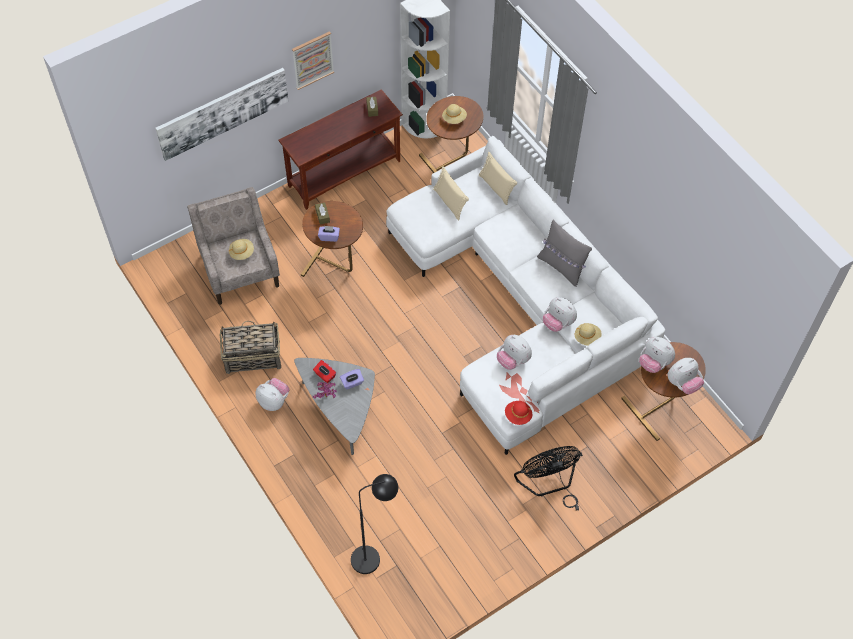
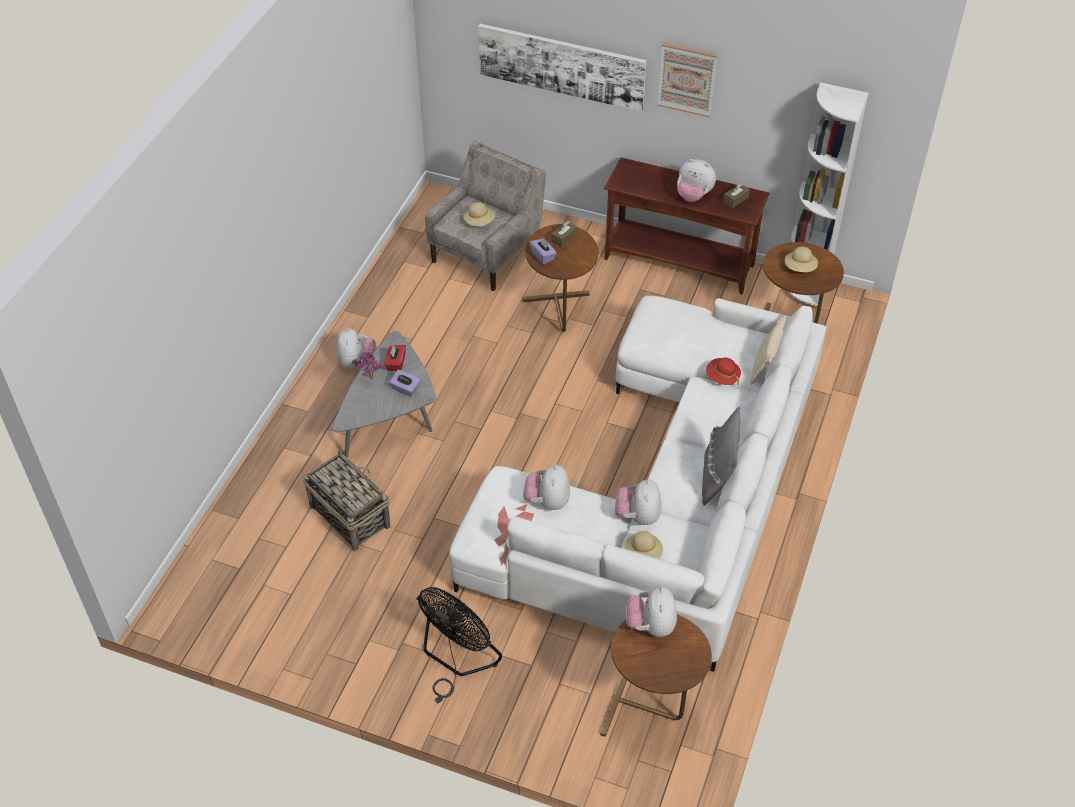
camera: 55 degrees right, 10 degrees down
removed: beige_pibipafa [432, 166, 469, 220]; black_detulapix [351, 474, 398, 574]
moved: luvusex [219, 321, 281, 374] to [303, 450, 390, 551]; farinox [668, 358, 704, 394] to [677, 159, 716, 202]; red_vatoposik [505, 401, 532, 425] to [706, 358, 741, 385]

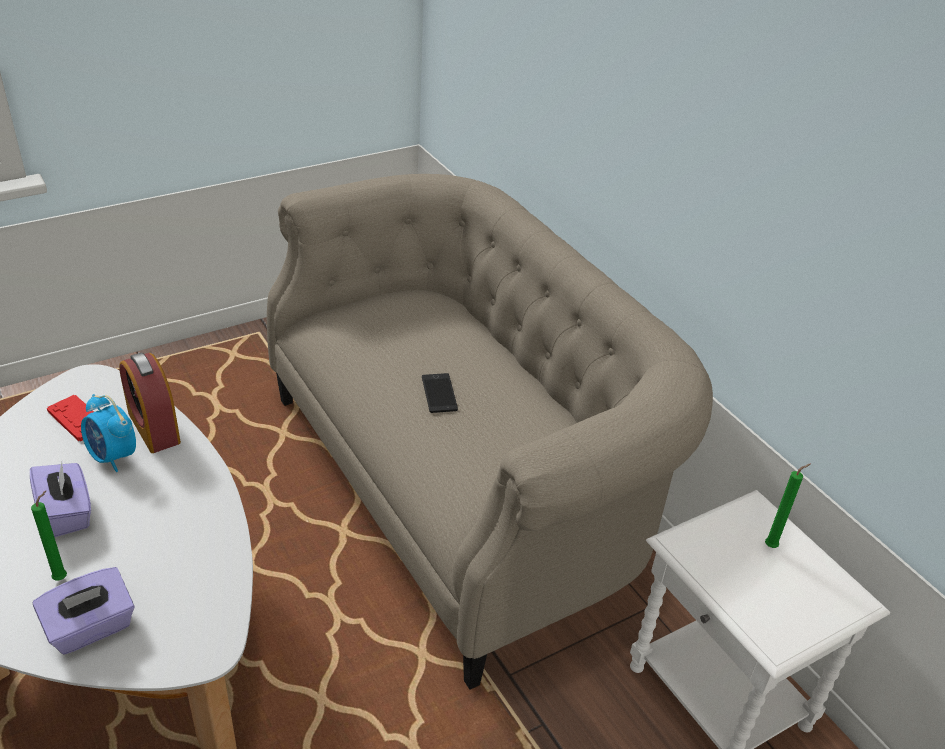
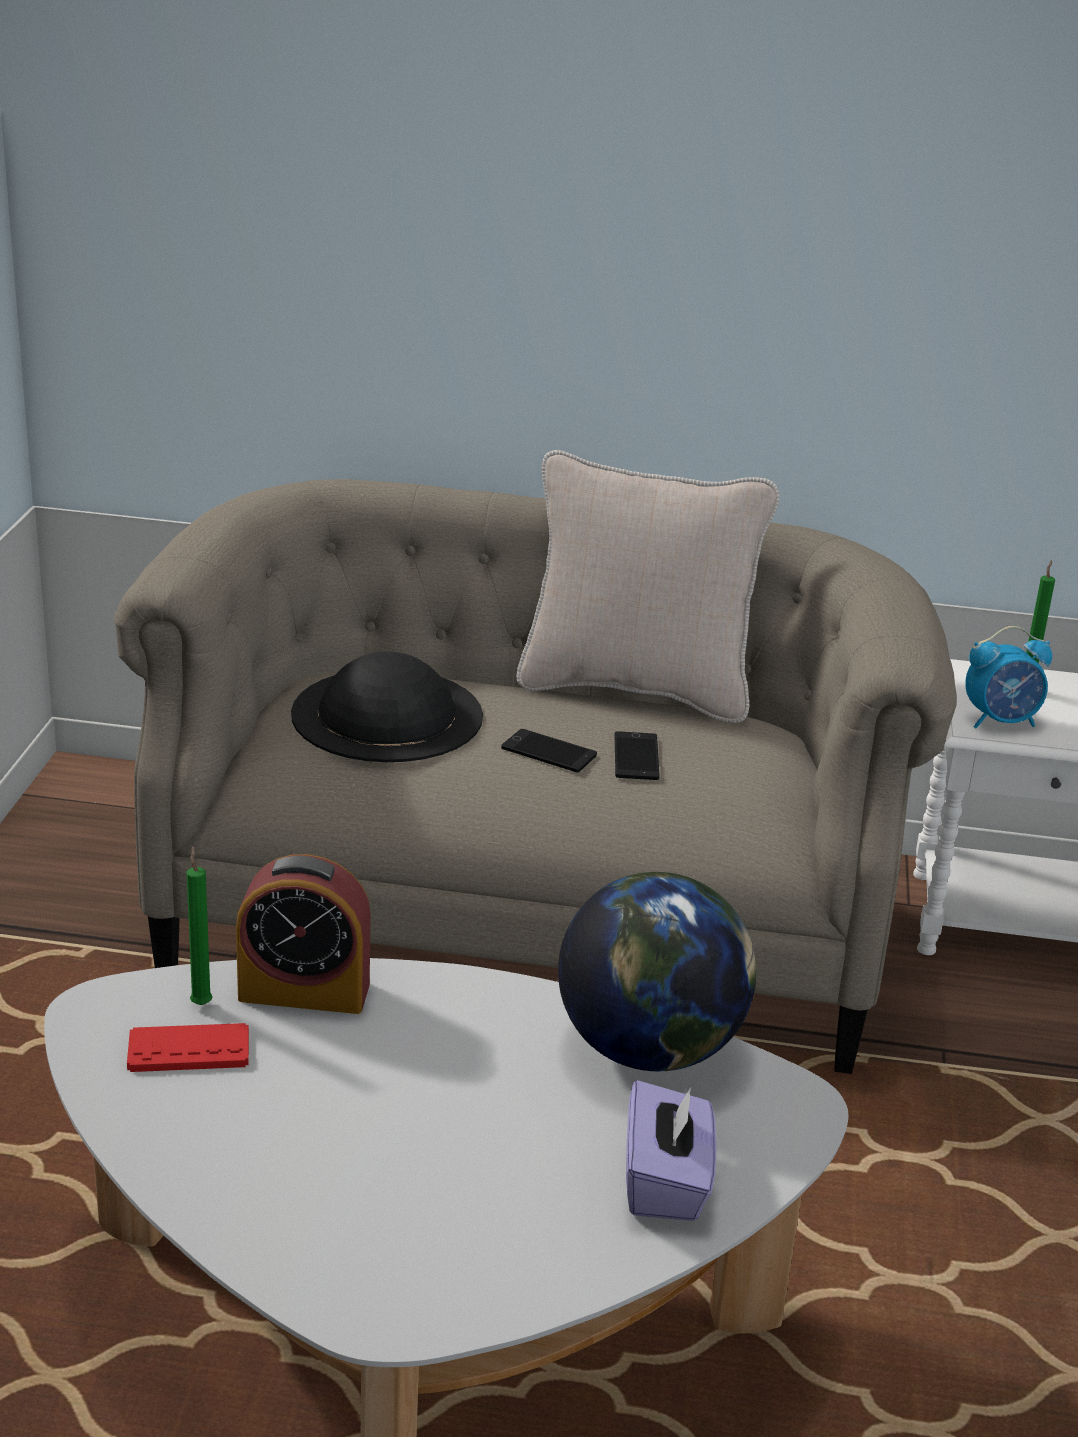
camera: 50 degrees left, 10 degrees down
removed: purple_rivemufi [30, 462, 91, 537]
added: beige_pibipafa [517, 450, 780, 723]; black_vatoposik [291, 651, 483, 762]; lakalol [615, 731, 660, 780]; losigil [558, 872, 756, 1071]
moved: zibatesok [81, 394, 136, 472] to [966, 626, 1052, 729]; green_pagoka [31, 490, 67, 581] to [187, 846, 213, 1005]

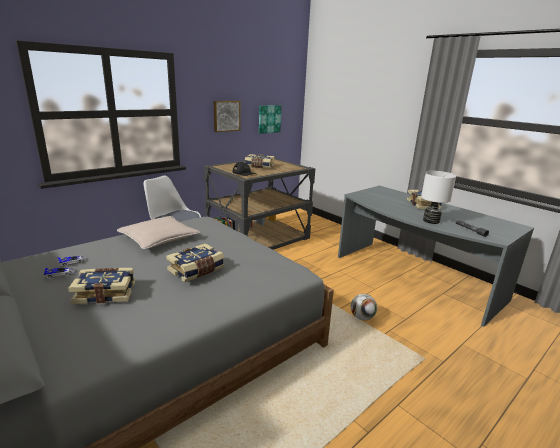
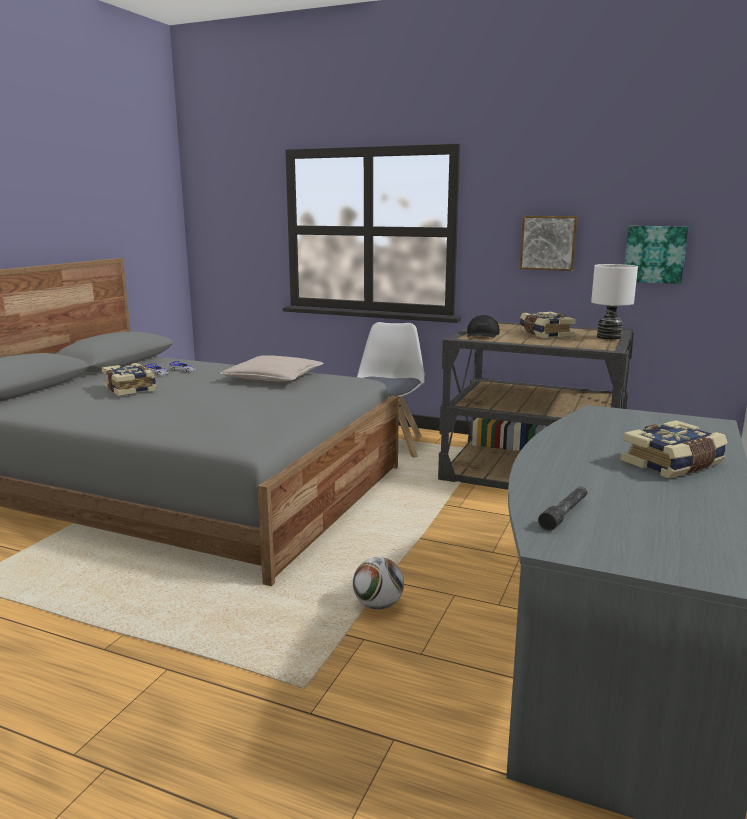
camera: 65 degrees right, 5 degrees down
removed: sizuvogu [166, 243, 224, 282]
moved: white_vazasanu [421, 171, 456, 224] to [591, 264, 638, 339]

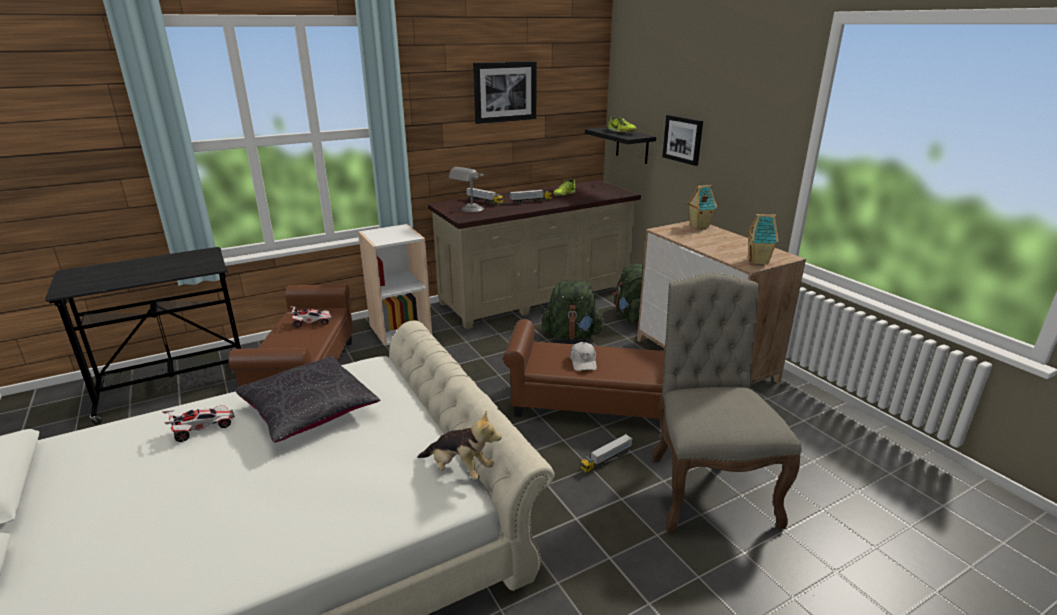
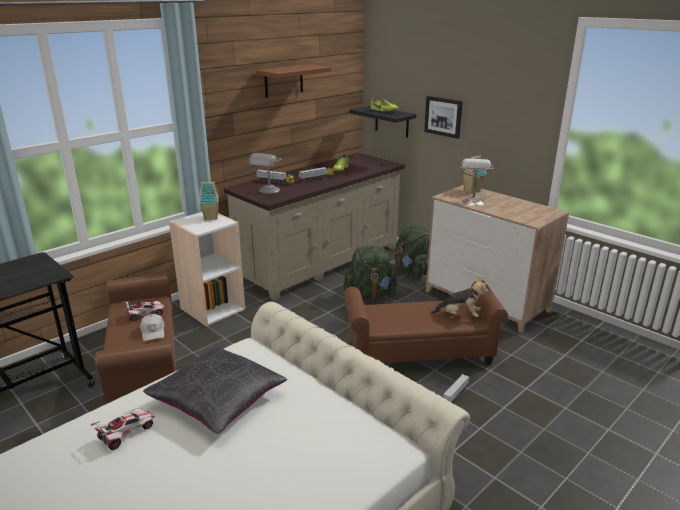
camera: 15 degrees left, 0 degrees up
removed: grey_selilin [653, 273, 802, 534]
added: white_vazasanu [460, 159, 494, 206]
moved: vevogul [747, 214, 779, 265] to [199, 182, 220, 220]; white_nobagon [570, 342, 597, 371] to [140, 314, 165, 341]; farinox [417, 411, 501, 480] to [431, 277, 488, 317]
replaced: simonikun [473, 61, 537, 124] to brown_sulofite [256, 64, 331, 98]

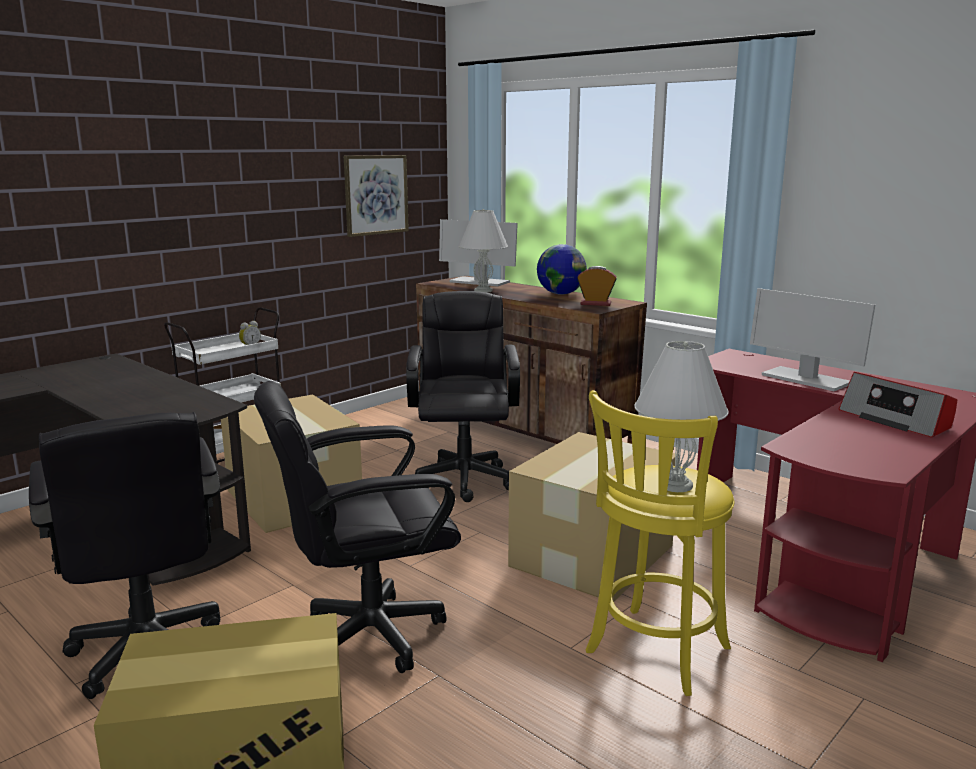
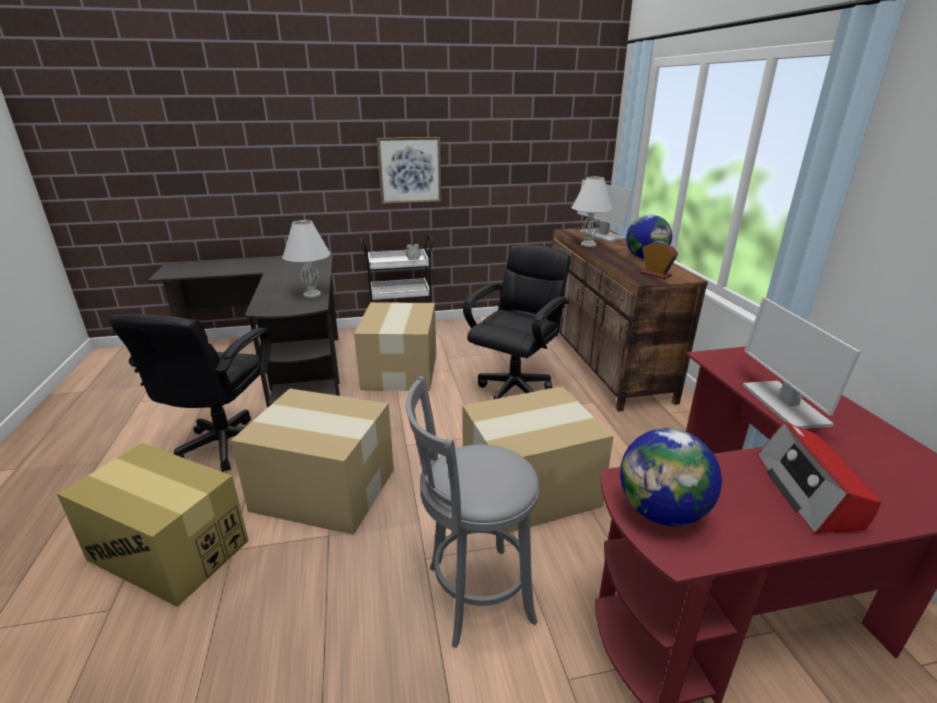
camera: 35 degrees right, 10 degrees up
added: losigil [620, 428, 722, 526]
moved: simonikun [344, 155, 409, 237] to [377, 137, 442, 204]; white_vazasanu [634, 341, 729, 492] to [282, 220, 330, 298]
replaced: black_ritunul [254, 381, 461, 673] to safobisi [230, 388, 394, 535]
recoloured: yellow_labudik [586, 390, 734, 696] to grey_labudik [406, 376, 539, 648]

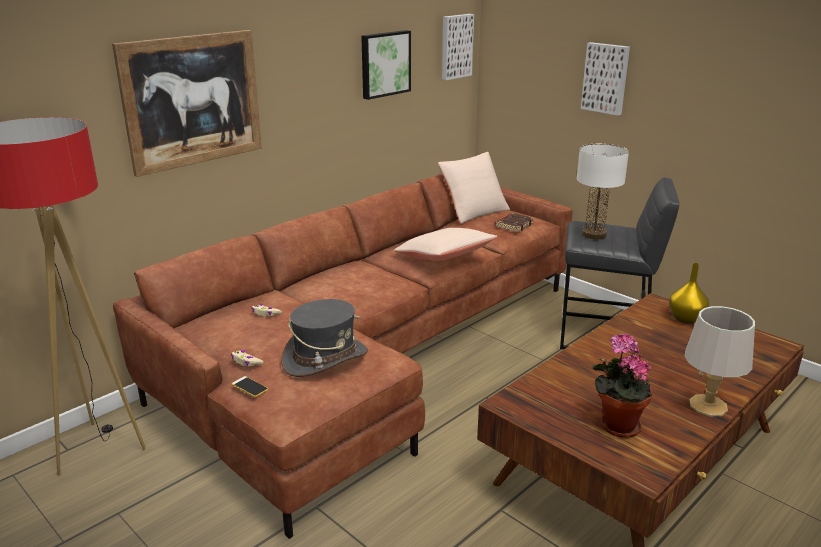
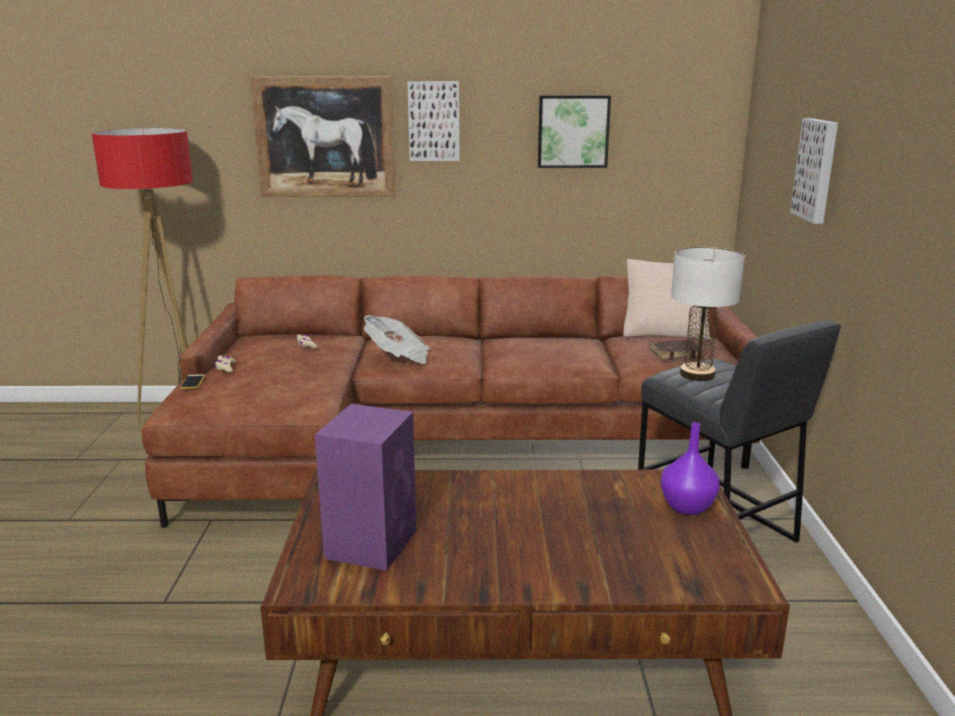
camera: 45 degrees right, 5 degrees down
removed: beige_pibipafa [394, 228, 497, 261]; grey_vatoposik [281, 299, 368, 377]; grey_vazasanu [684, 306, 755, 416]
added: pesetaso [364, 315, 429, 364]
moved: simonikun [442, 14, 474, 80] to [407, 81, 460, 161]
replaced: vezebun [593, 334, 652, 438] to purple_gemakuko [315, 404, 417, 571]
recoloured: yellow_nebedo [669, 263, 709, 324] to purple_nebedo [661, 422, 720, 515]

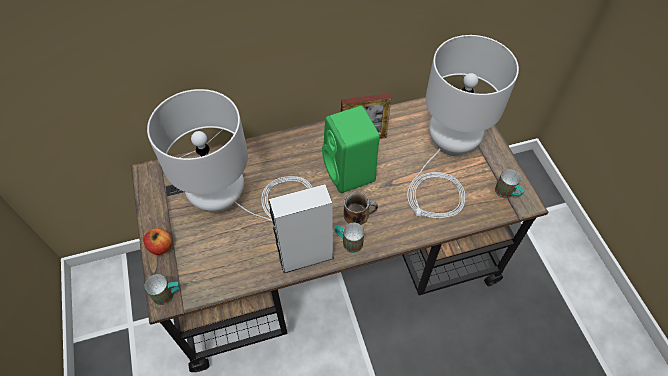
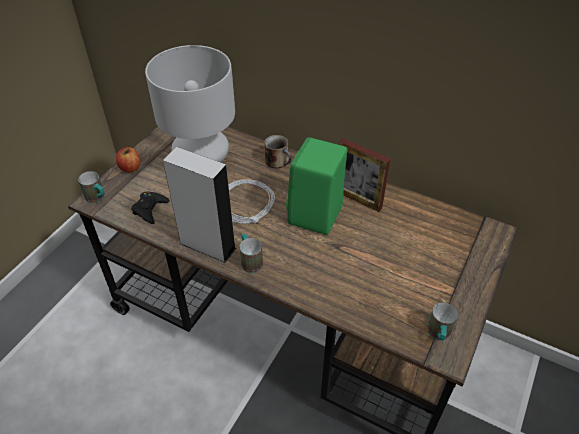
camera: 45 degrees right, 10 degrees down
removed: grey_vazasanu [407, 35, 519, 218]
added: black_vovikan [131, 192, 170, 224]
moved: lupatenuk [343, 191, 378, 225] to [264, 135, 292, 168]

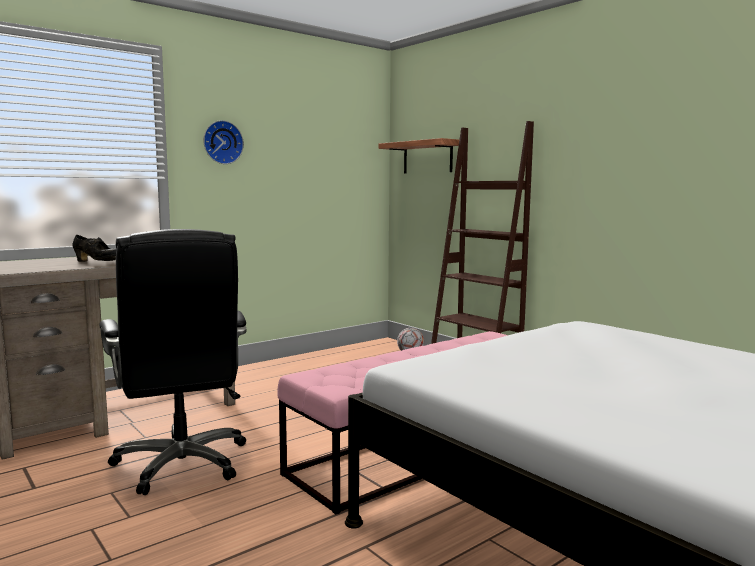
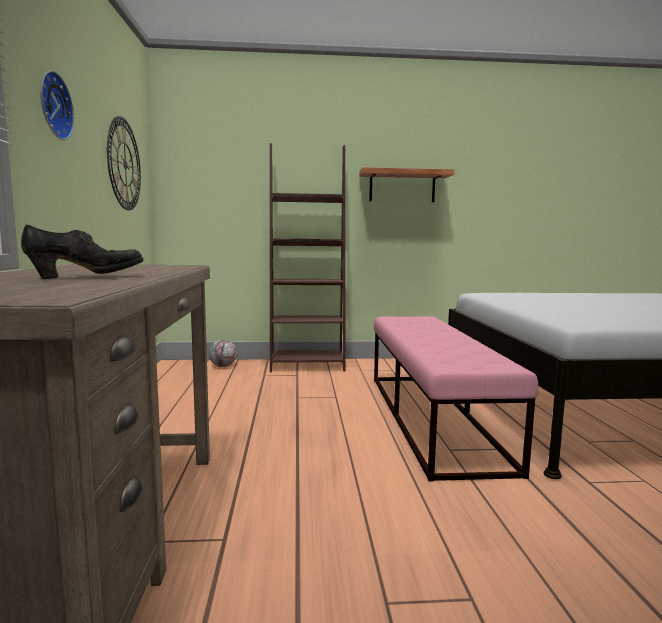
camera: 55 degrees left, 0 degrees up
removed: black_ritunul [99, 229, 246, 495]
added: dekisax [107, 116, 141, 210]
moved: sulofite [378, 138, 459, 173] to [359, 167, 454, 202]

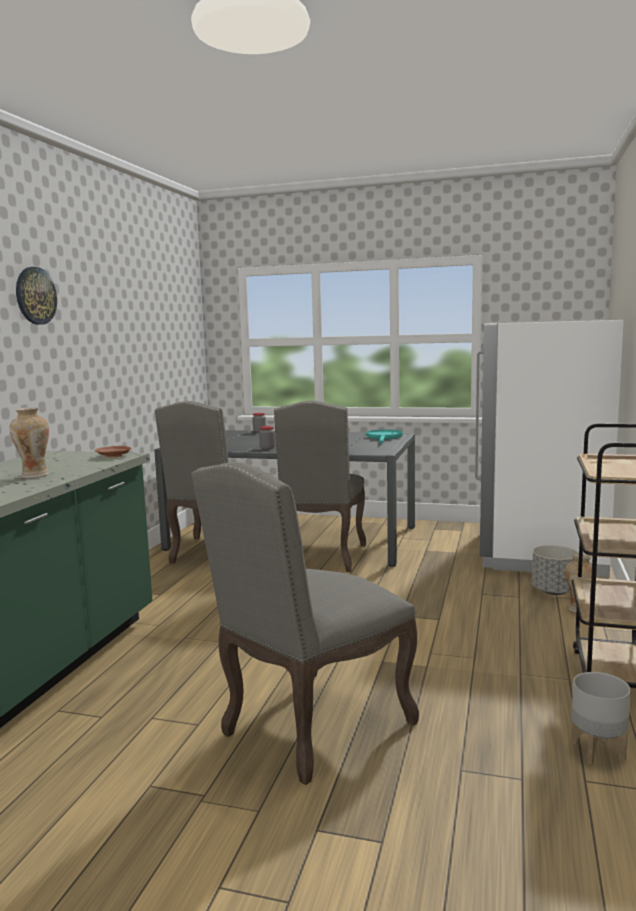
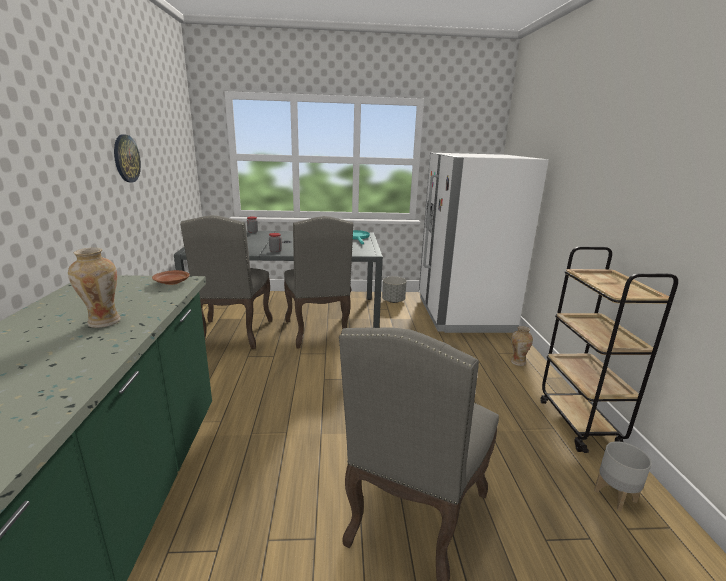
camera: 20 degrees left, 10 degrees up
moved: dekisax [16, 267, 57, 325] to [114, 135, 141, 182]; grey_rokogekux [532, 545, 579, 595] to [382, 277, 407, 303]

